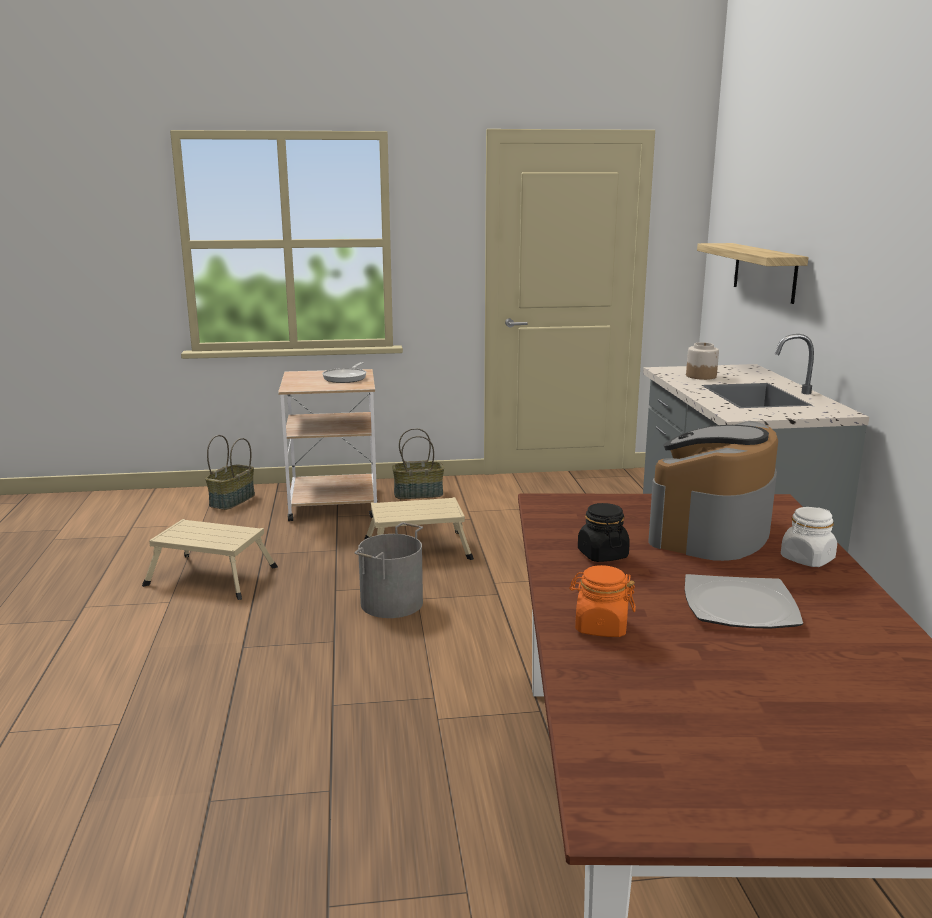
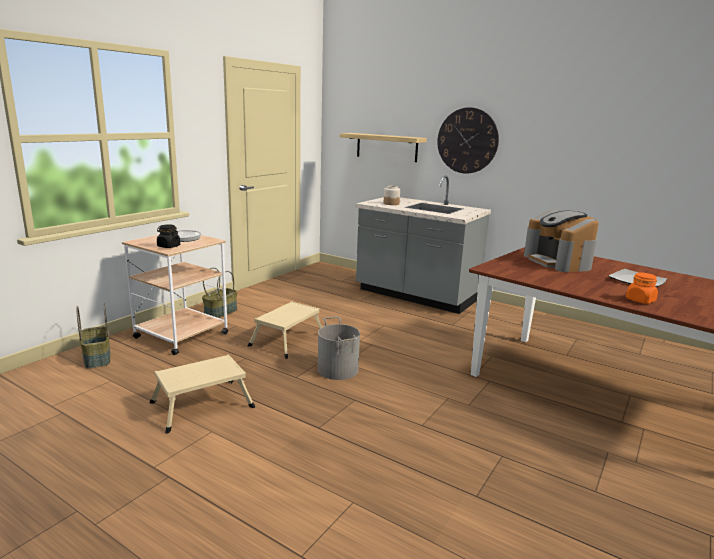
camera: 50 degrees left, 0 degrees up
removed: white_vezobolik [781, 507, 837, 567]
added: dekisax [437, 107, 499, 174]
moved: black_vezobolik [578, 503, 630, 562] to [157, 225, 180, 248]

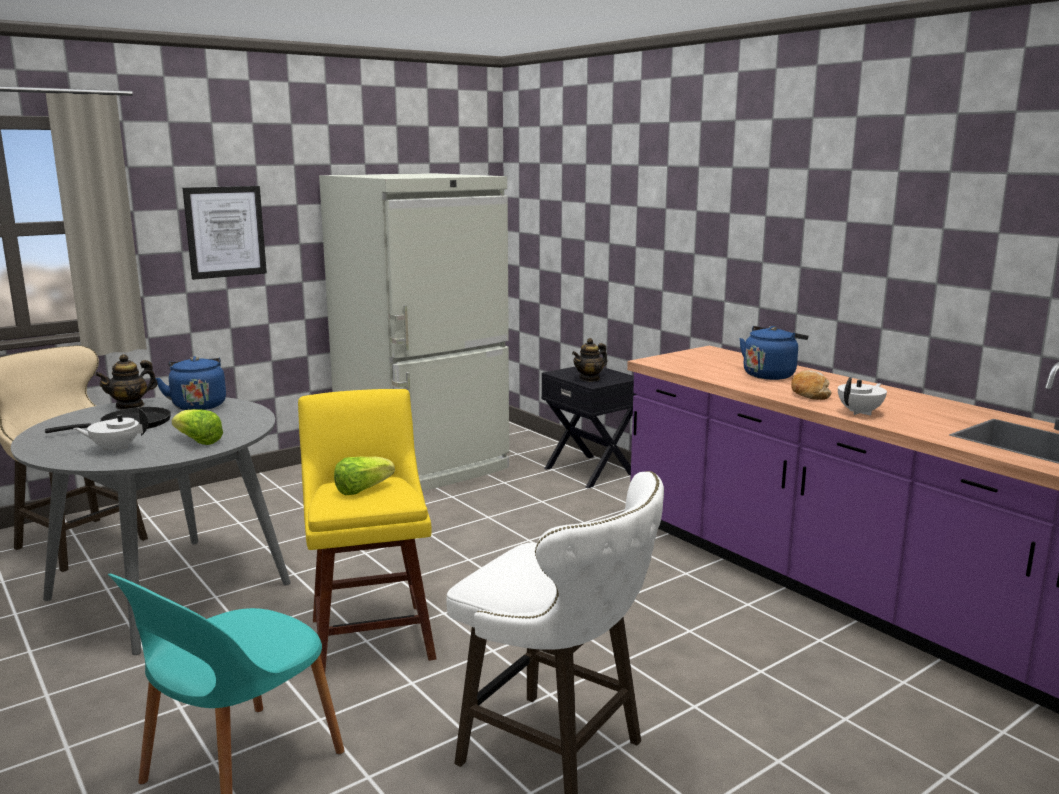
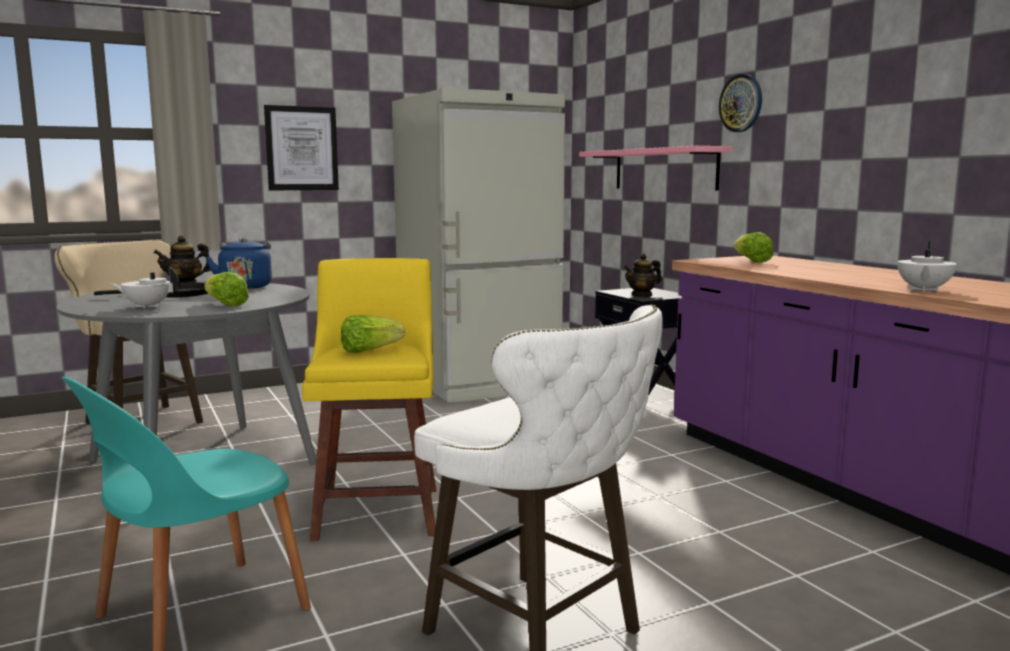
camera: 10 degrees right, 5 degrees down
removed: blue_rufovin [739, 326, 808, 380]; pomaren [791, 370, 832, 400]
added: dekisax [719, 74, 762, 132]; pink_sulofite [579, 146, 732, 191]; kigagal [734, 232, 773, 263]
turned: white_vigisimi [838, 377, 887, 416] = [897, 241, 957, 292] 150 degrees clockwise

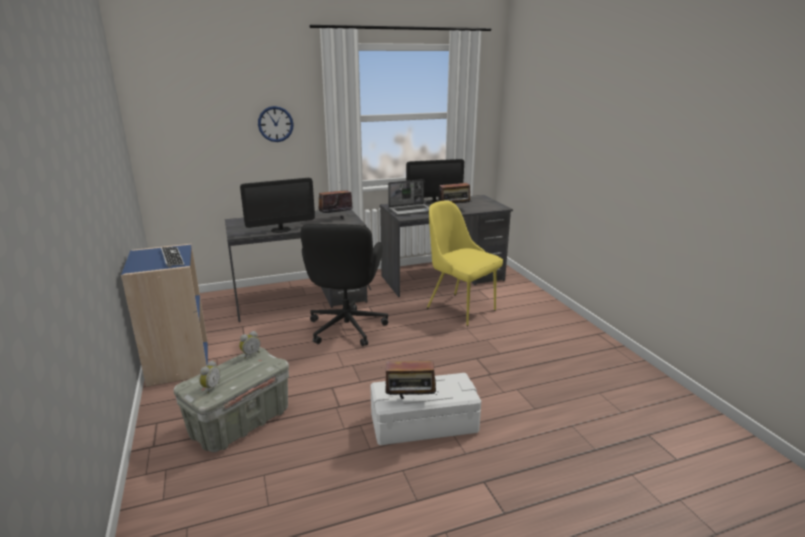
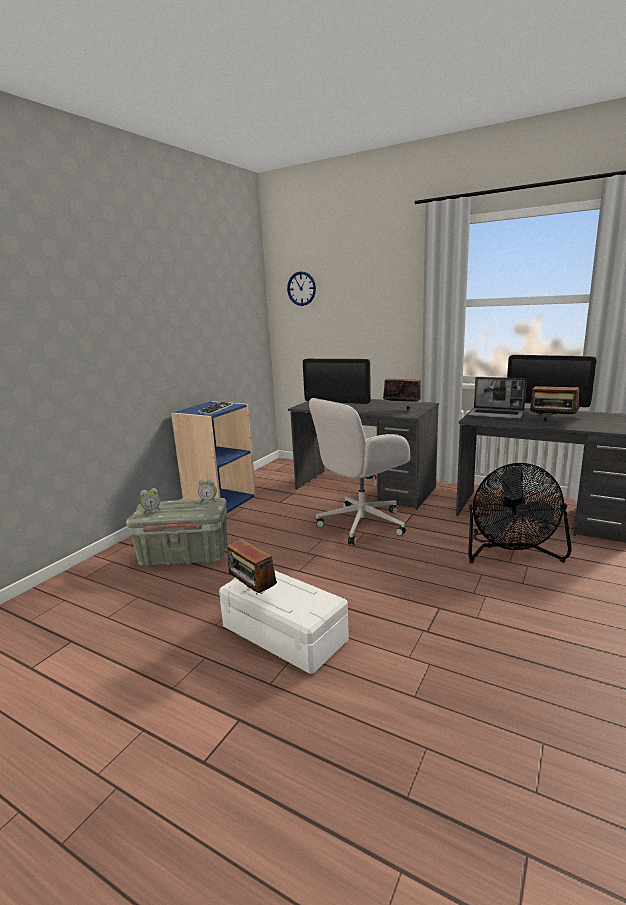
camera: 50 degrees right, 5 degrees down
moved: dekisax [258, 106, 294, 142] to [287, 271, 316, 306]
replaced: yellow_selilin [427, 200, 503, 326] to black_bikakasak [468, 463, 572, 564]
recoloured: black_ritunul [300, 224, 388, 347] to white_ritunul [309, 398, 410, 545]

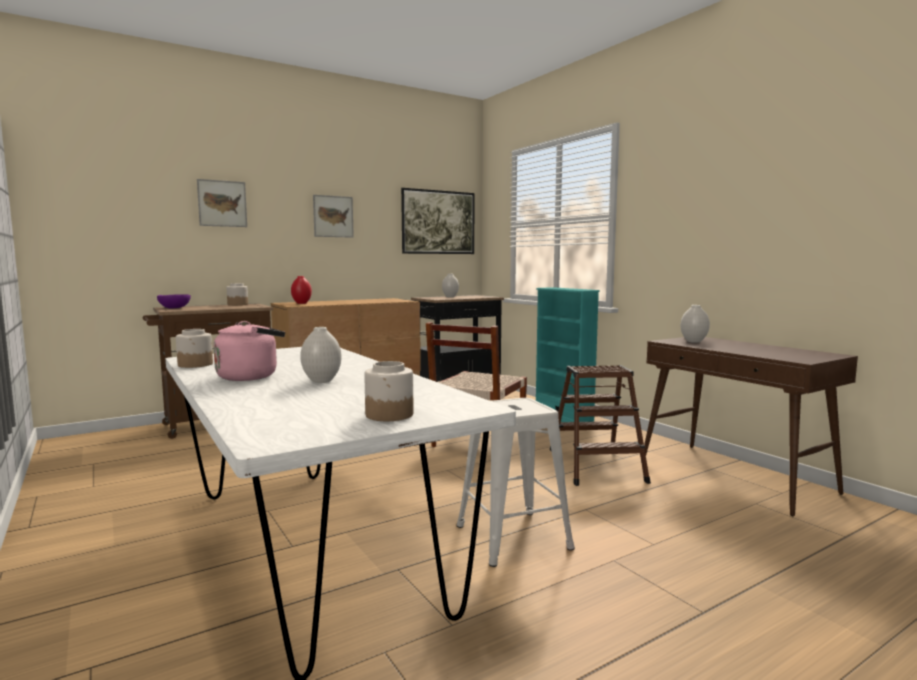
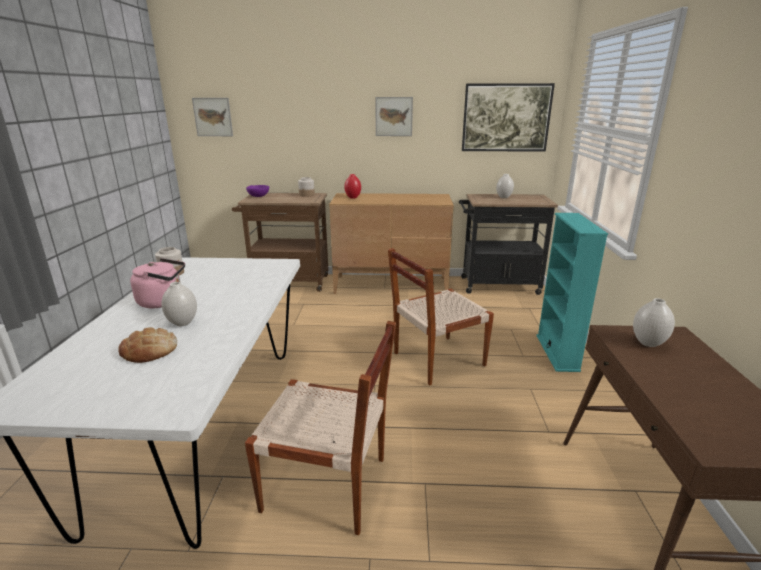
camera: 35 degrees right, 15 degrees up
removed: vezobolik [364, 361, 413, 421]; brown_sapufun [550, 365, 651, 486]
added: pomaren [118, 327, 177, 363]
moved: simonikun [197, 179, 247, 227] to [192, 98, 233, 136]
replaced: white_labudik [456, 398, 575, 567] to selilin [245, 321, 396, 535]

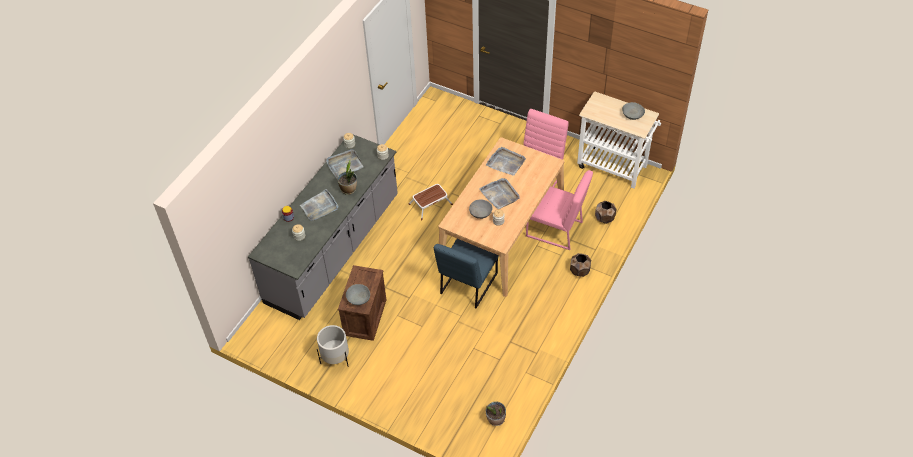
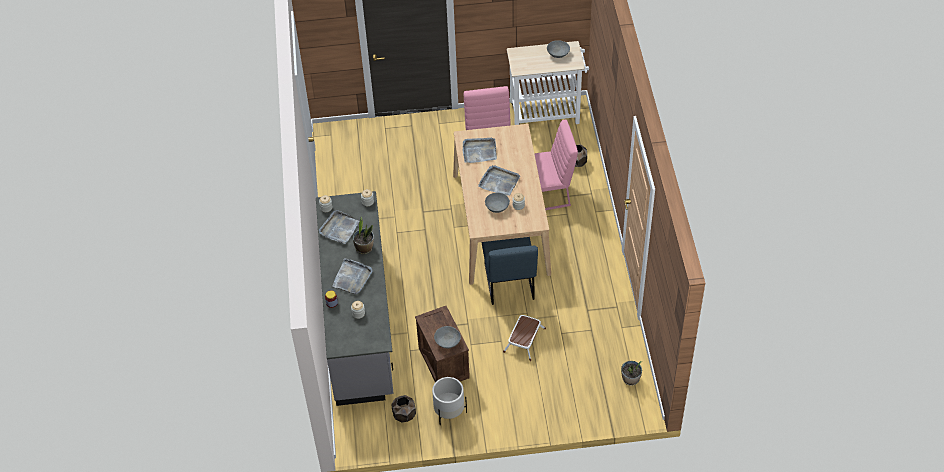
camera: 35 degrees left, 0 degrees up
moved: brown_sapufun [408, 184, 453, 220] to [503, 315, 546, 361]; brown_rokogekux [570, 253, 591, 277] to [391, 395, 416, 422]

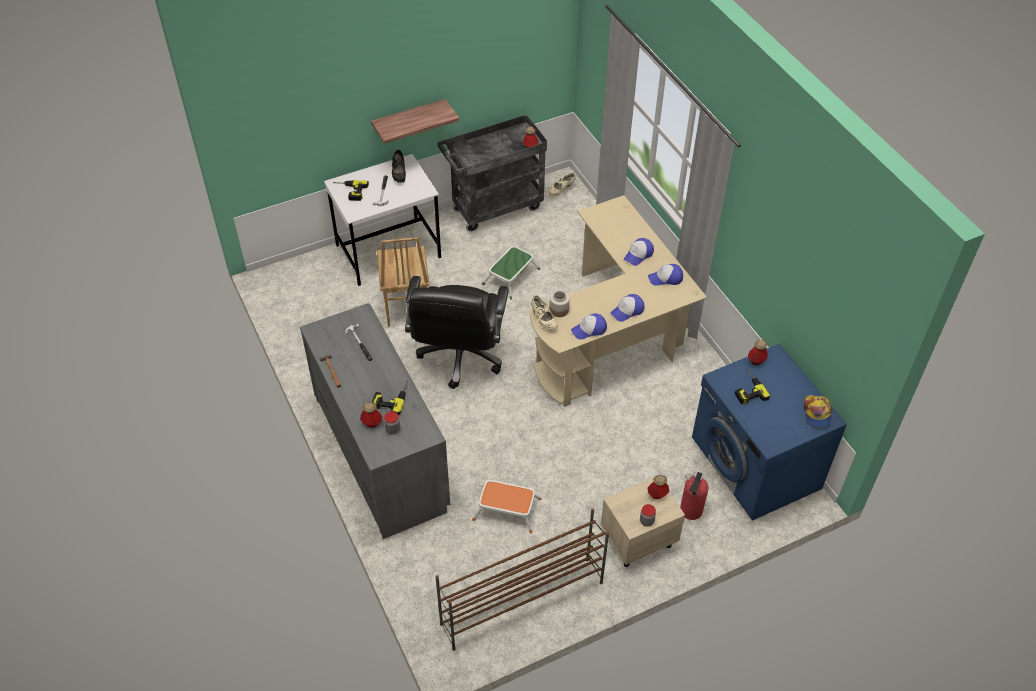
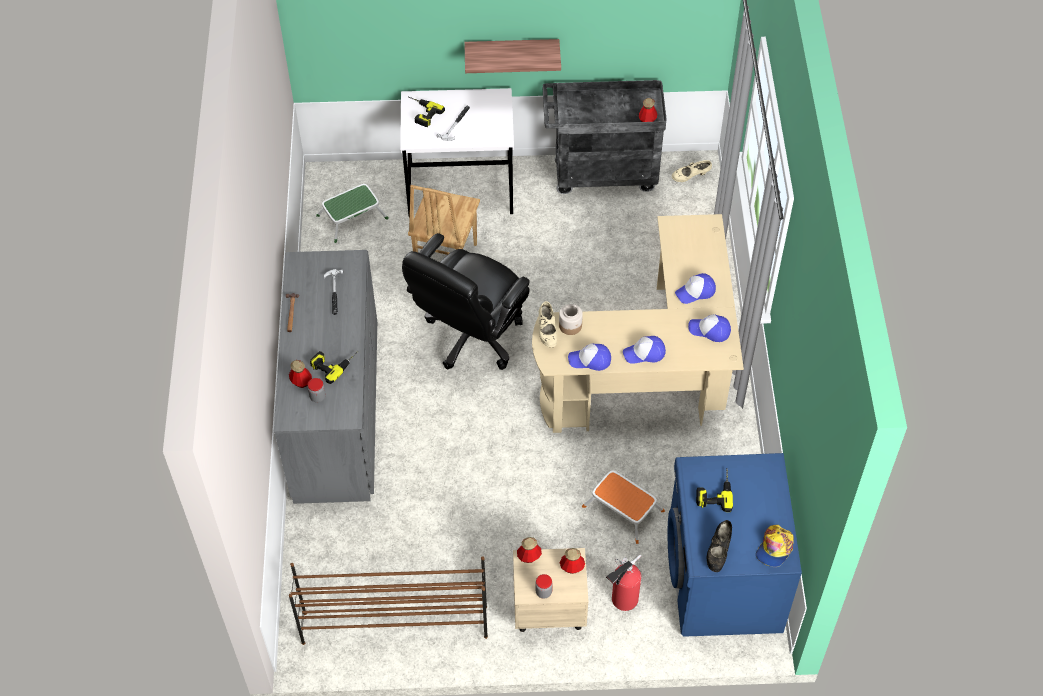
camera: 25 degrees right, 5 degrees up
moved: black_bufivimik [392, 150, 406, 183] to [707, 520, 732, 572]; green_sapufun [482, 246, 540, 300] to [316, 184, 389, 243]; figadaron [748, 340, 768, 365] to [517, 537, 542, 563]; orange_sapufun [472, 480, 541, 533] to [582, 470, 665, 544]

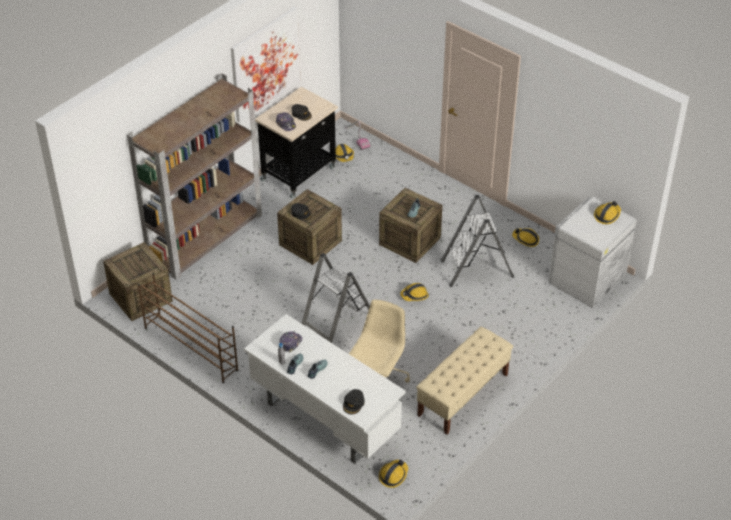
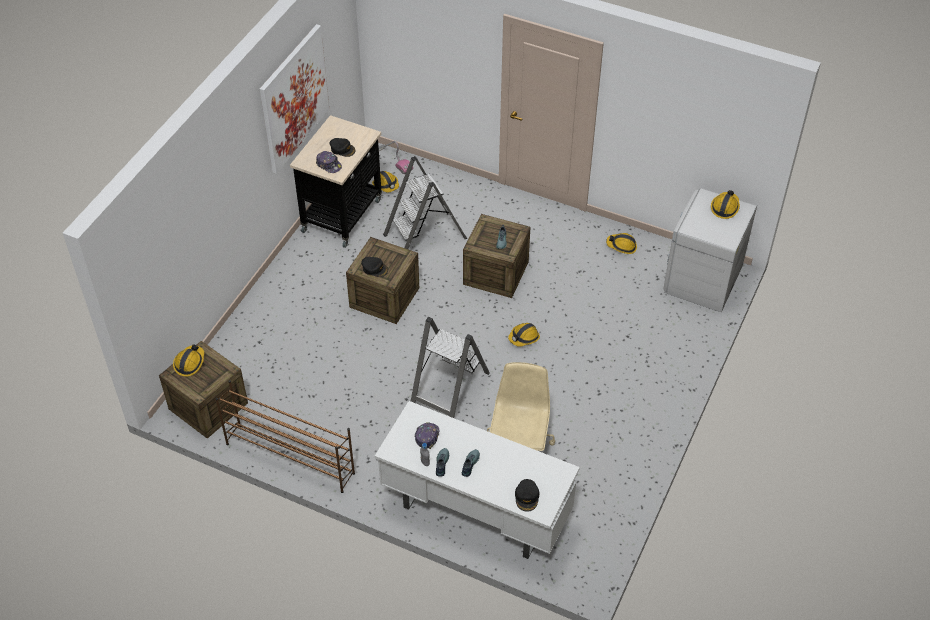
camera: 15 degrees left, 5 degrees up
removed: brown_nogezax [127, 73, 262, 280]; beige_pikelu [416, 326, 513, 435]
moved: grey_sapufun [441, 195, 514, 287] to [383, 156, 467, 249]; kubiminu [379, 460, 408, 488] to [173, 344, 204, 376]

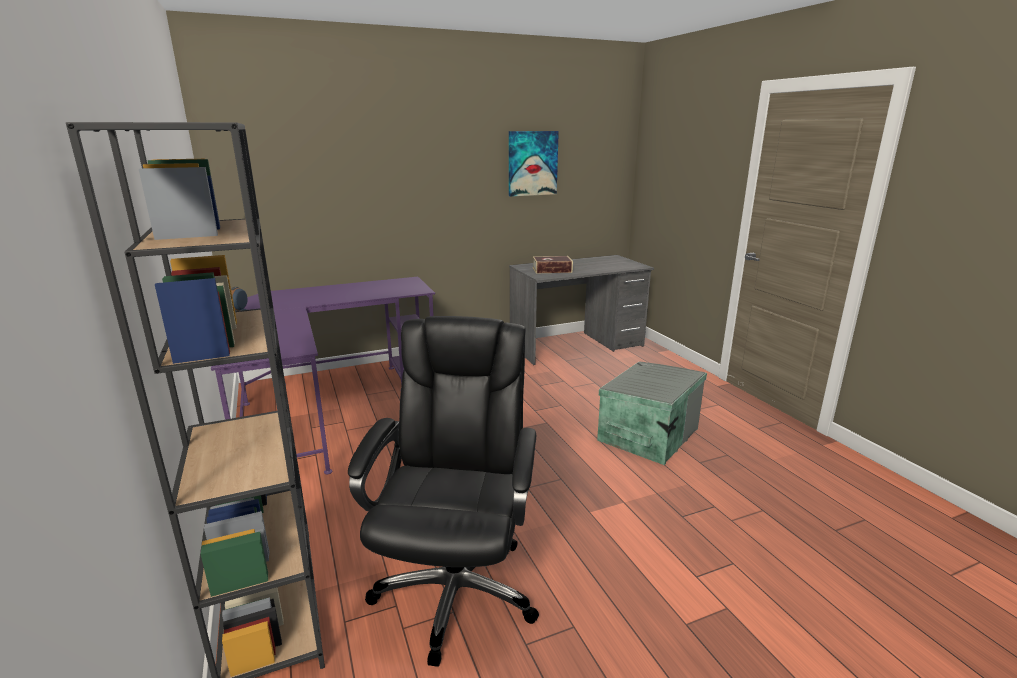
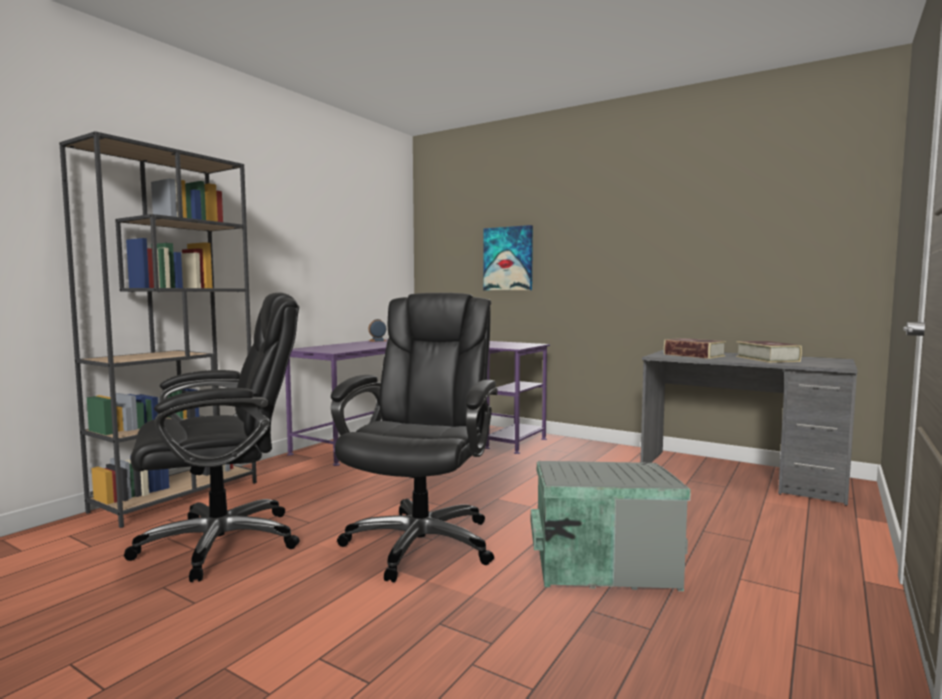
camera: 55 degrees right, 15 degrees down
added: black_ritunul [331, 293, 498, 582]; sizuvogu [736, 341, 802, 363]
moved: simonikun [509, 131, 559, 197] to [483, 225, 533, 290]

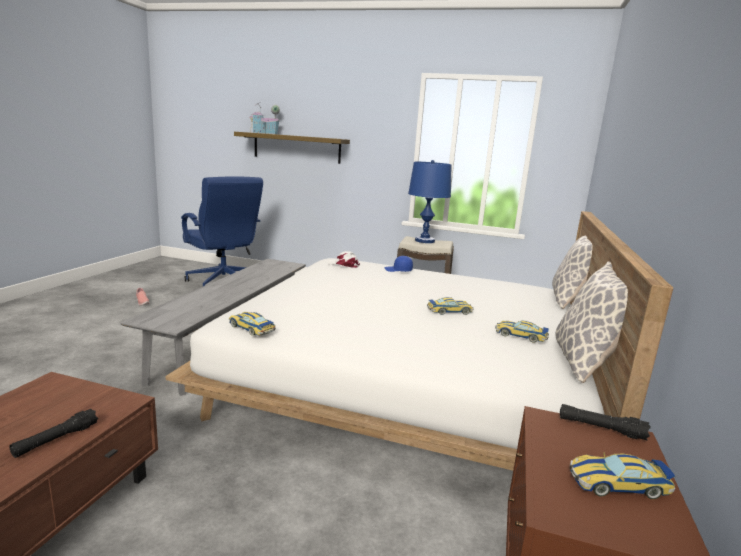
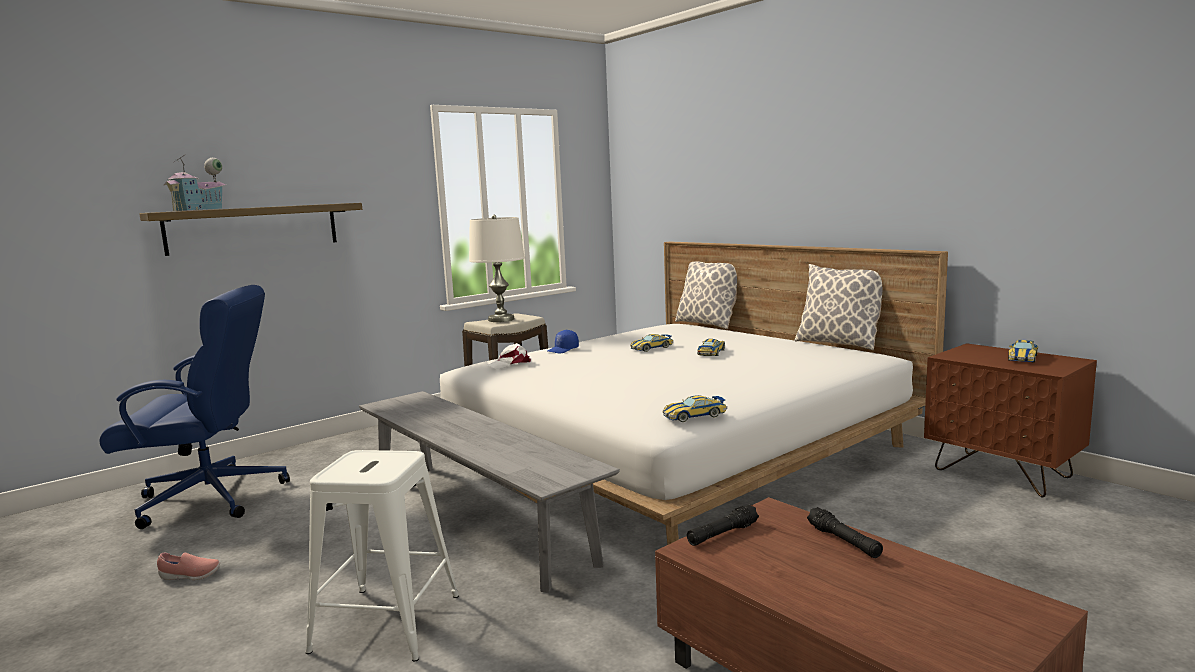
camera: 55 degrees left, 5 degrees down
added: white_labudik [305, 450, 459, 661]
moved: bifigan [495, 320, 549, 343] to [630, 334, 673, 352]; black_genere [560, 404, 651, 440] to [687, 505, 759, 546]
recoloured: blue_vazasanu [408, 160, 452, 243] to white_vazasanu [469, 215, 525, 322]

